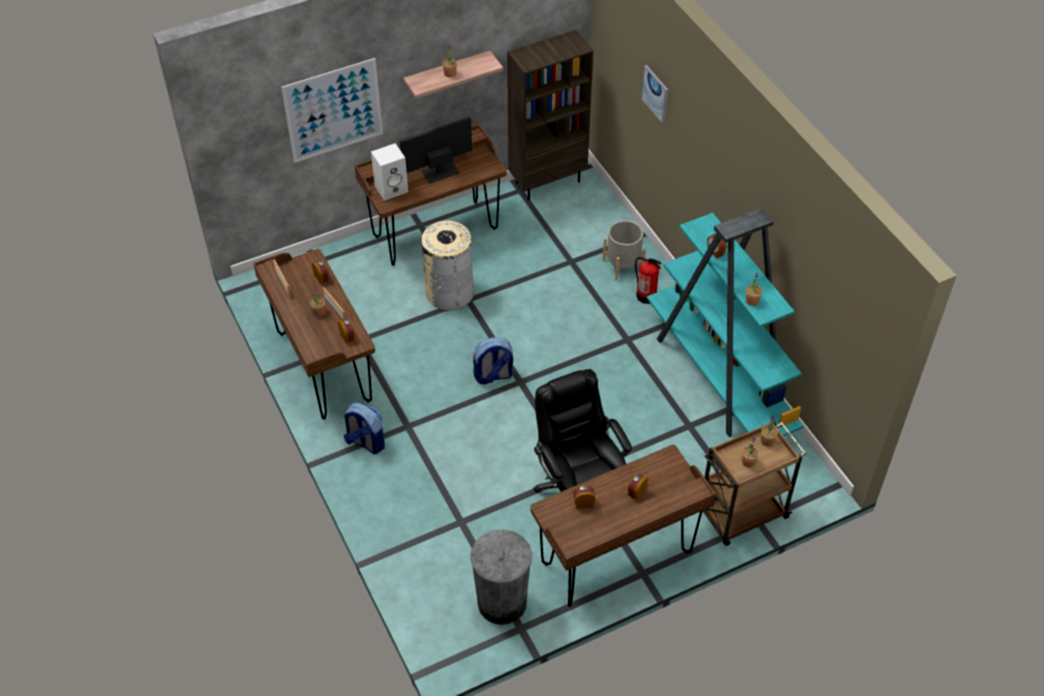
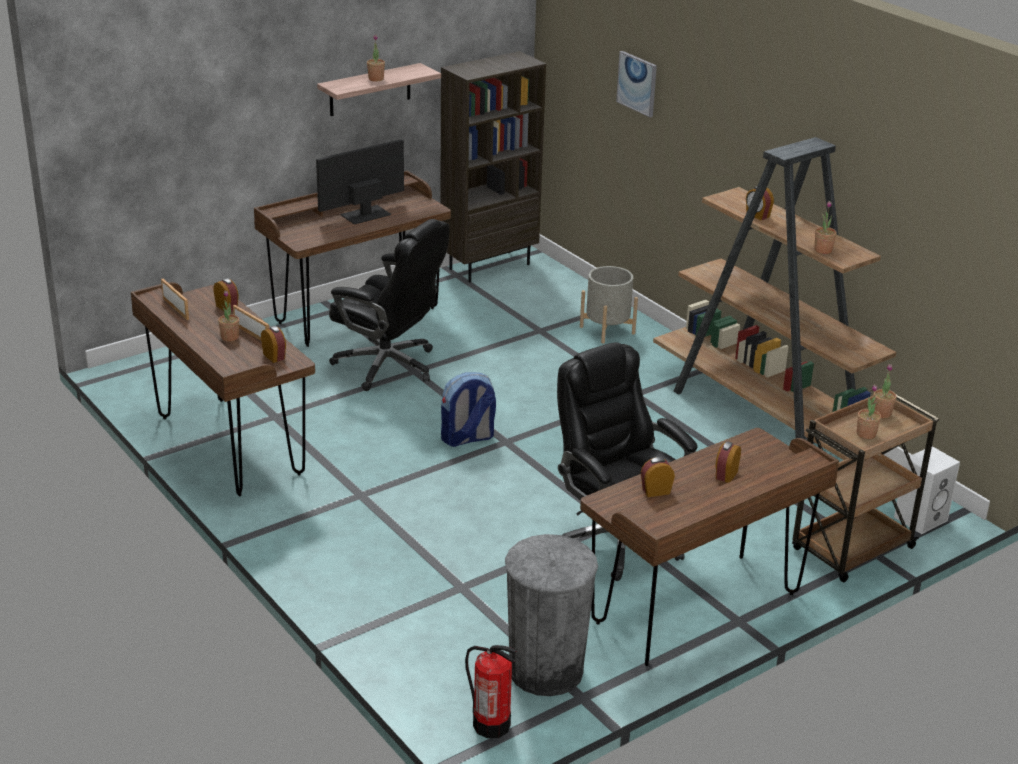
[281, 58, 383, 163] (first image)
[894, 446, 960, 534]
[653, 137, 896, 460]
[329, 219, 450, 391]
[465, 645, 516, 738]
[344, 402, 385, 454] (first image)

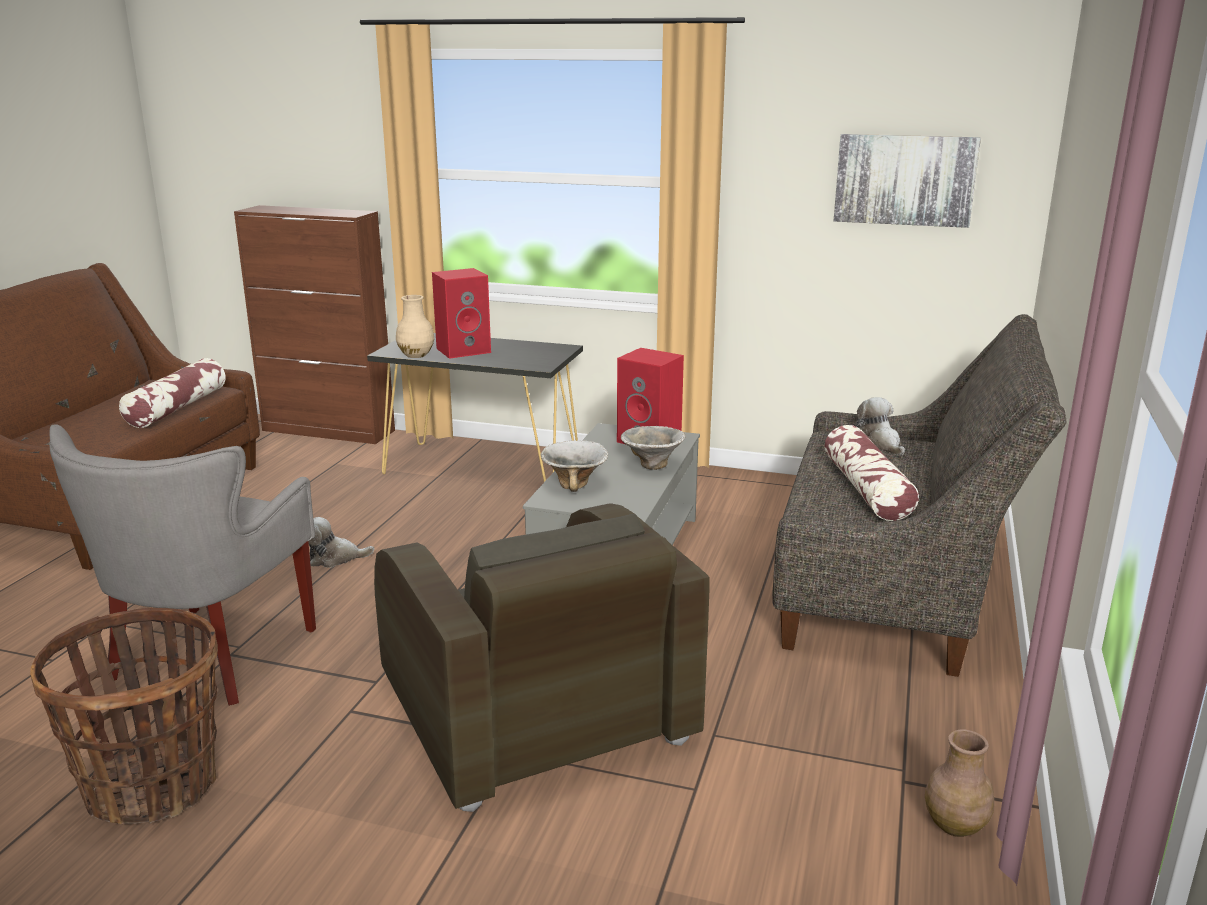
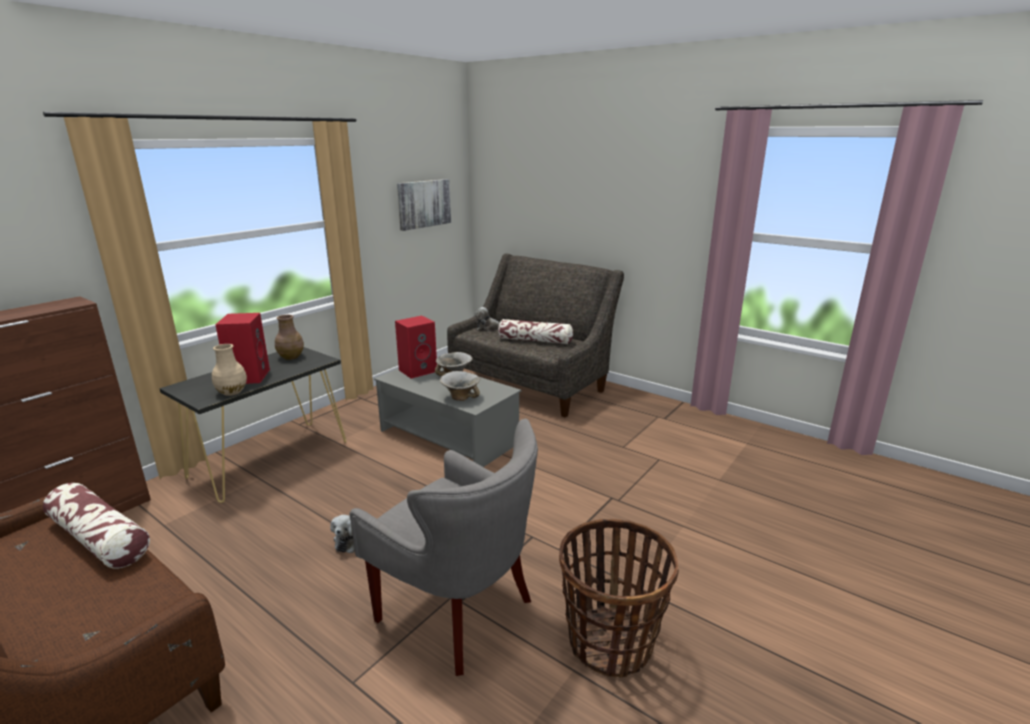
[374, 503, 709, 812] (first image)
[275, 315, 304, 360]

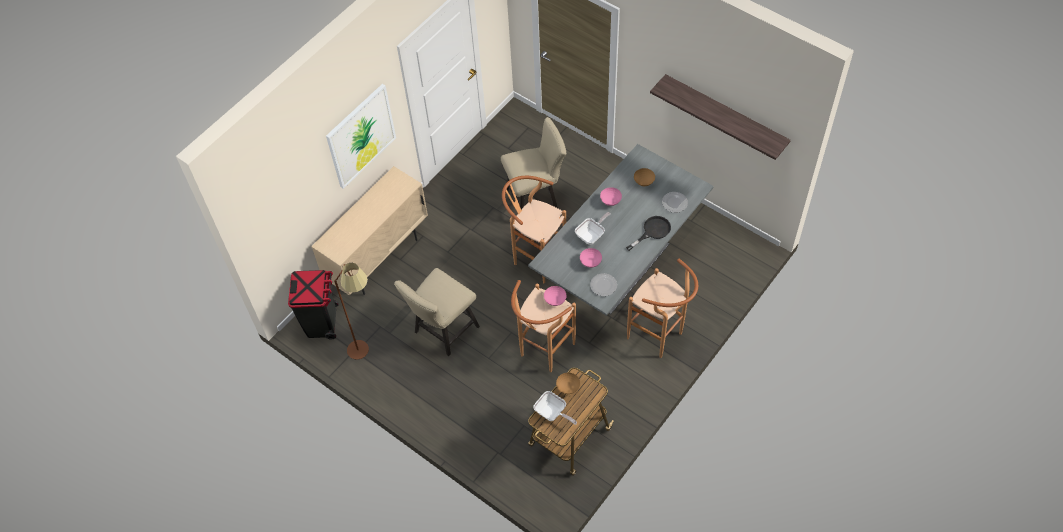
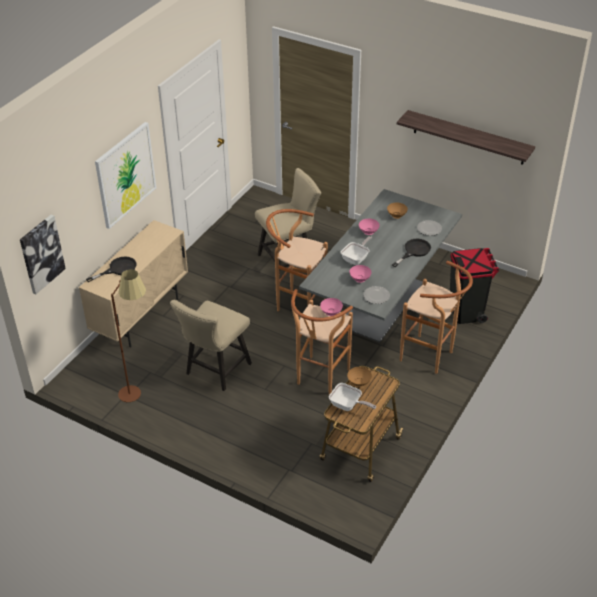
[450, 248, 499, 324]
[20, 214, 66, 294]
[86, 256, 137, 282]

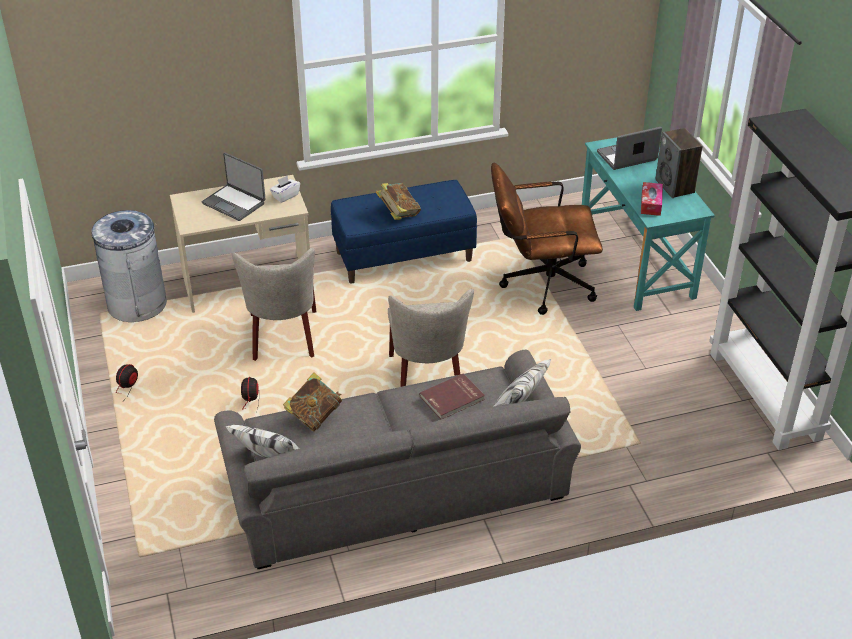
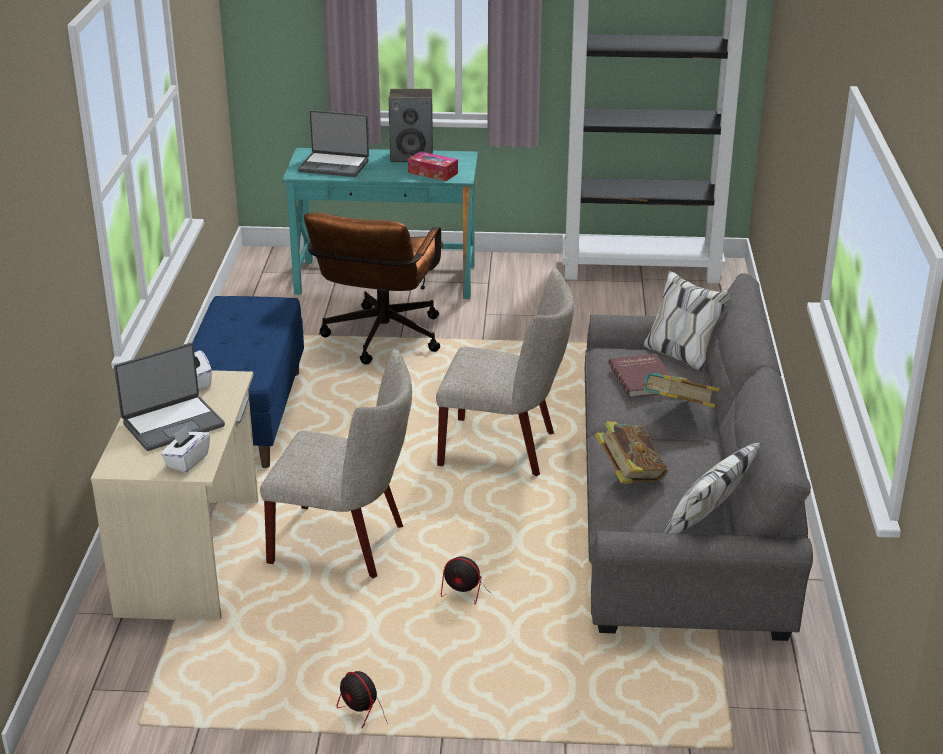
[298, 110, 369, 177]
[641, 373, 719, 408]
[91, 210, 167, 322] (first image)
[161, 425, 210, 473]

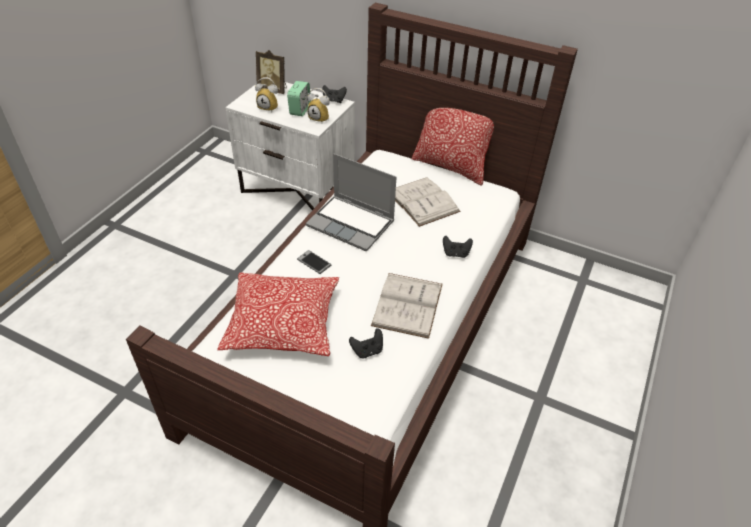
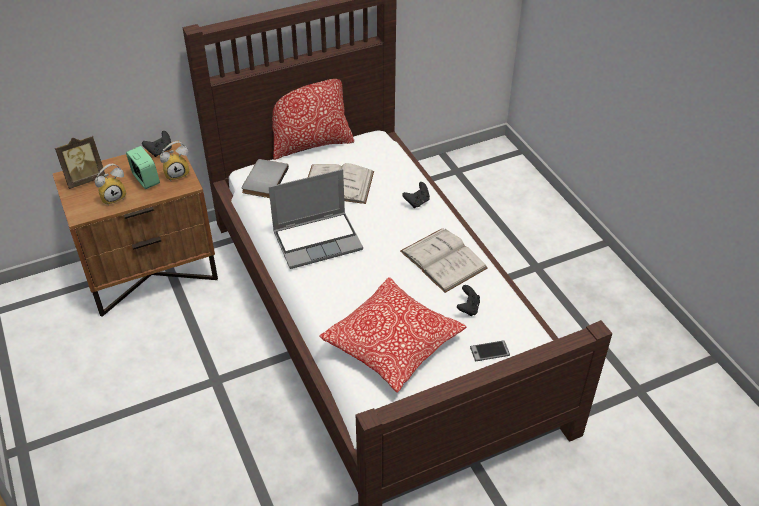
[53, 140, 218, 317]
[470, 340, 510, 361]
[242, 159, 289, 198]

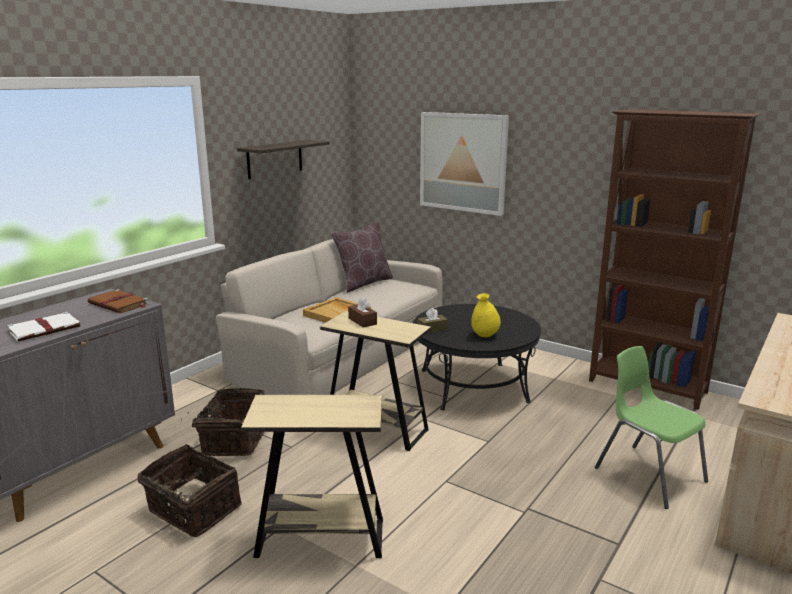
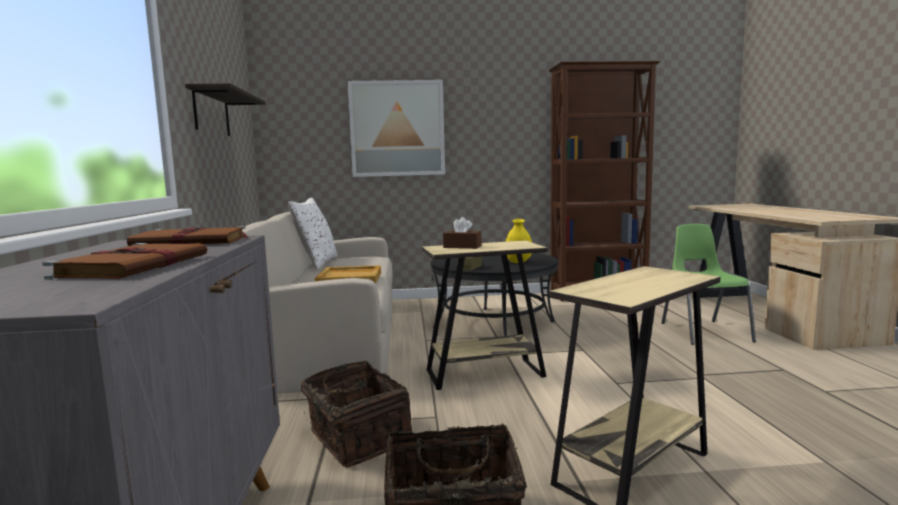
[288, 198, 337, 269]
[42, 243, 207, 279]
[662, 224, 756, 345]

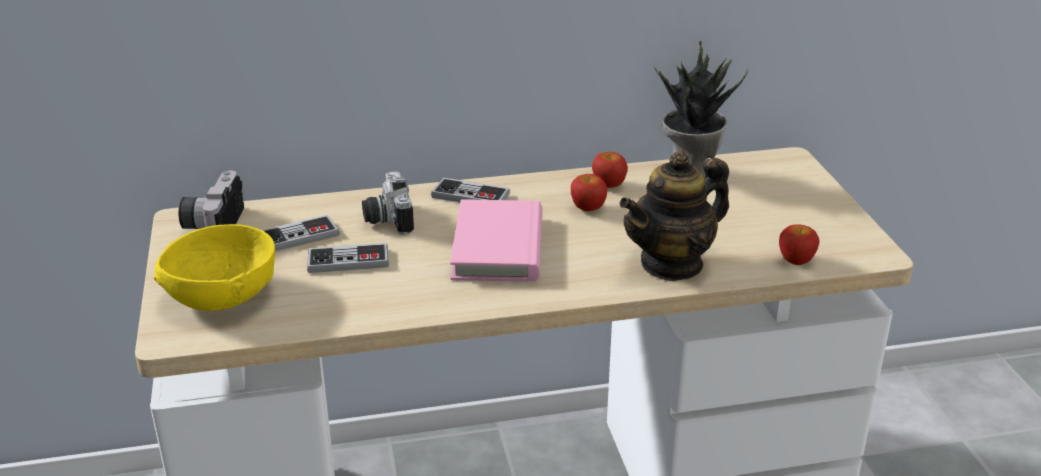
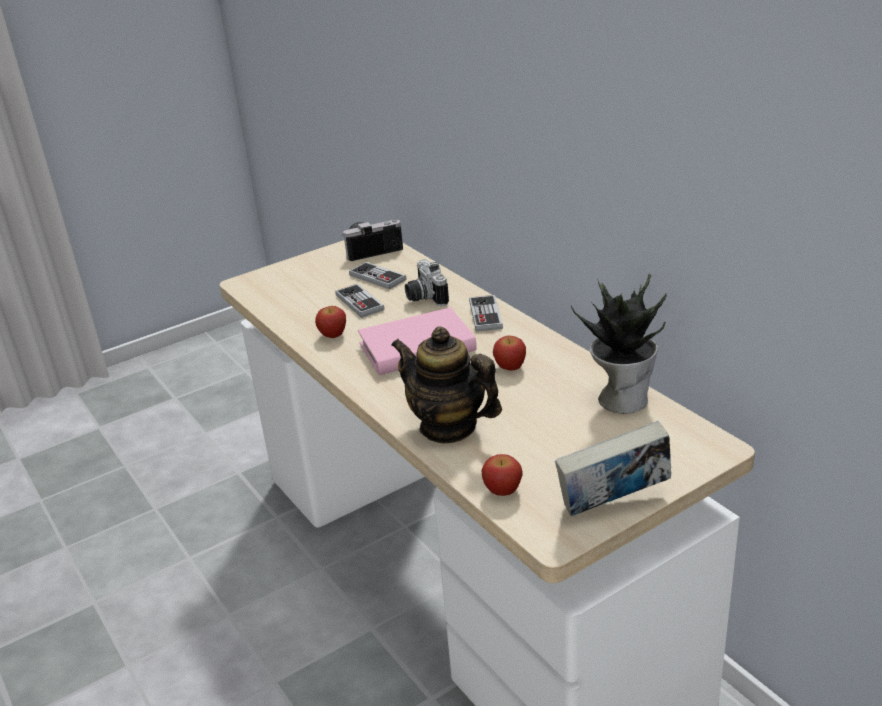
[315, 306, 346, 338]
[405, 260, 449, 306]
[154, 224, 275, 311] (first image)
[555, 421, 671, 516]

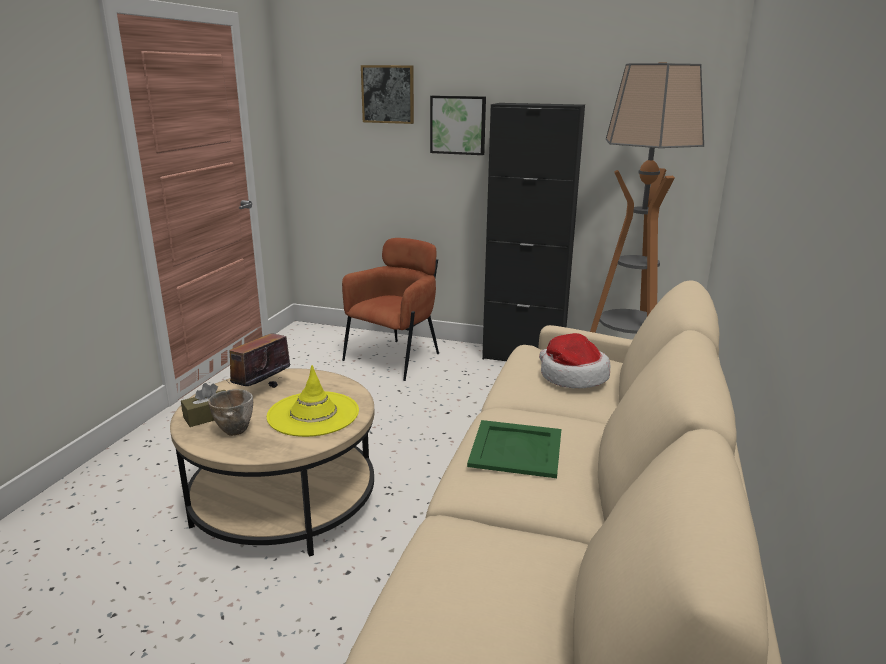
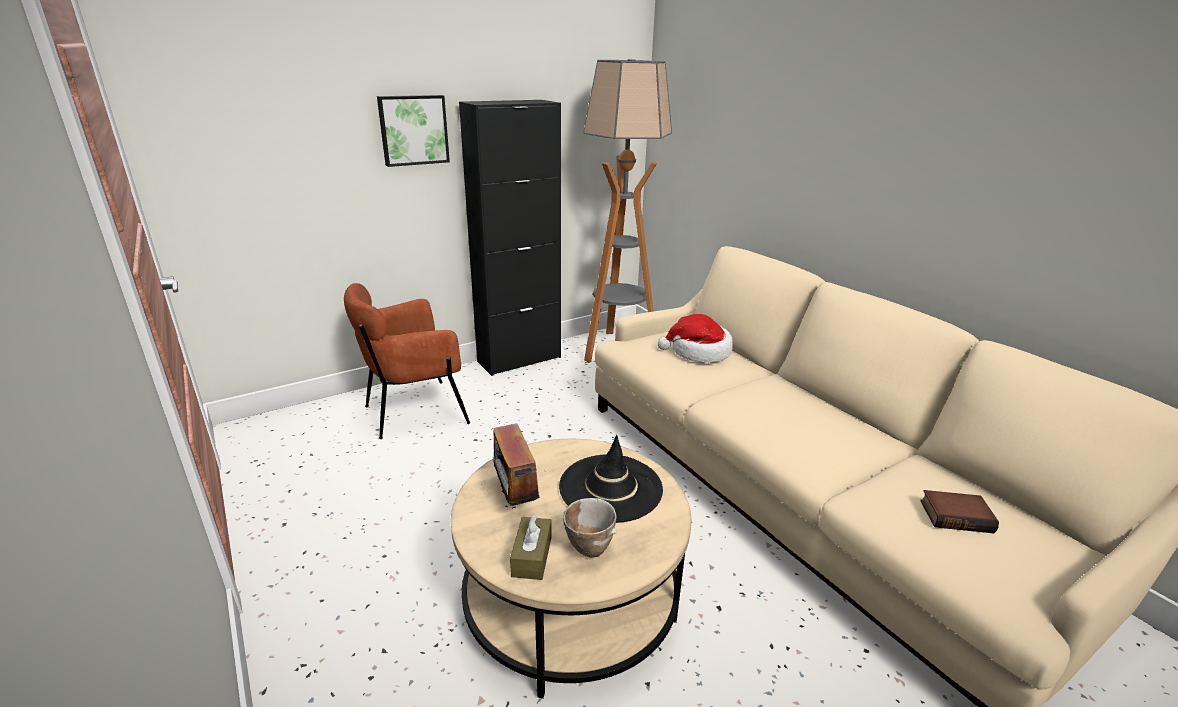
[361, 65, 414, 124] (first image)
[344, 283, 470, 439]
[559, 435, 663, 523]
[467, 420, 561, 478] (first image)
[920, 490, 999, 533]

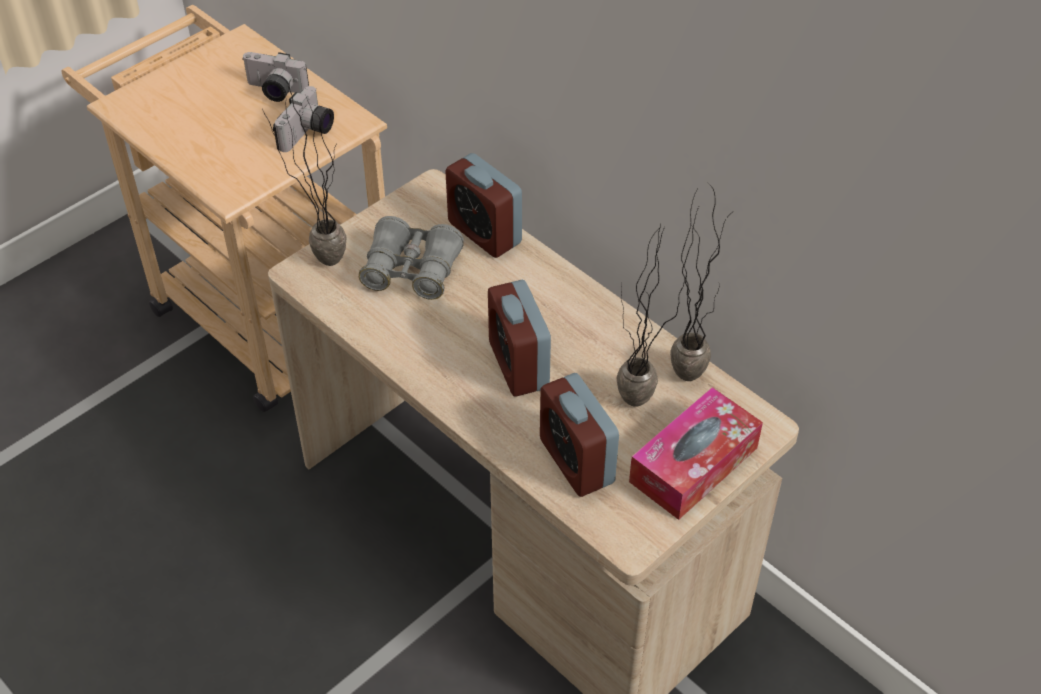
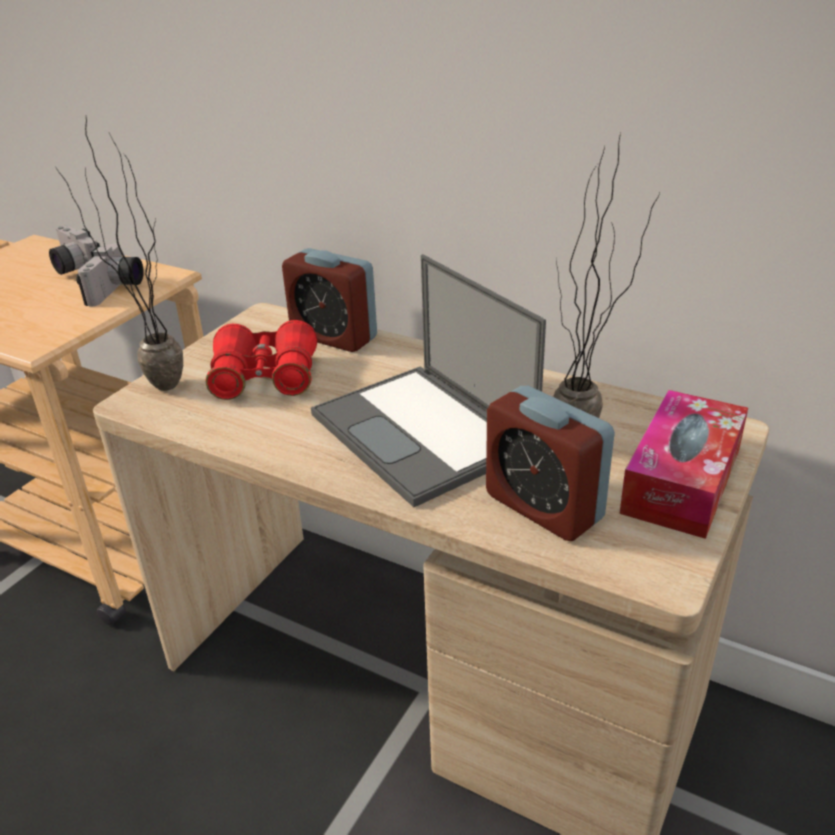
[49, 226, 100, 275]
[670, 183, 734, 381] (first image)
[205, 320, 317, 400]
[311, 254, 546, 507]

